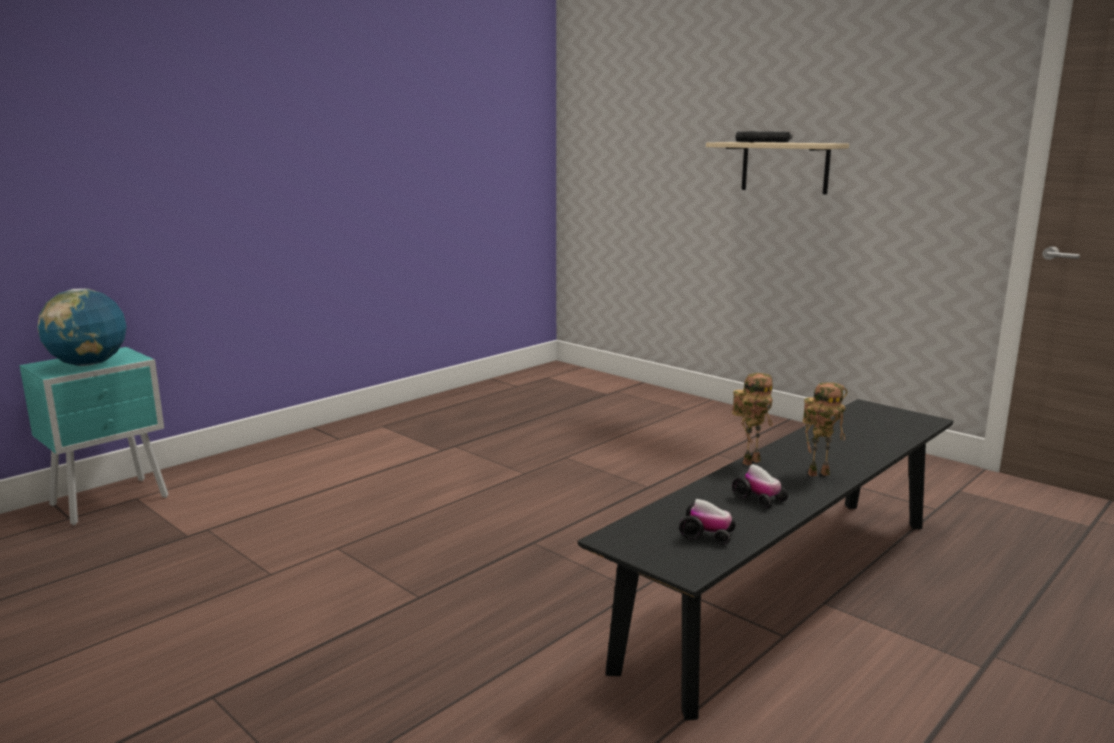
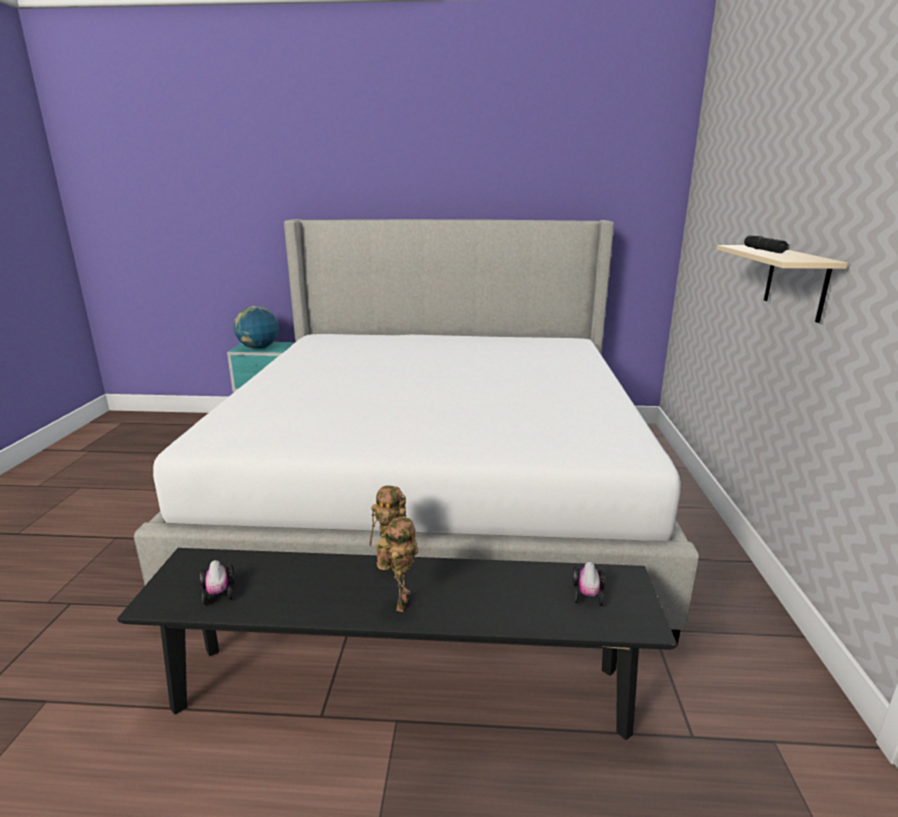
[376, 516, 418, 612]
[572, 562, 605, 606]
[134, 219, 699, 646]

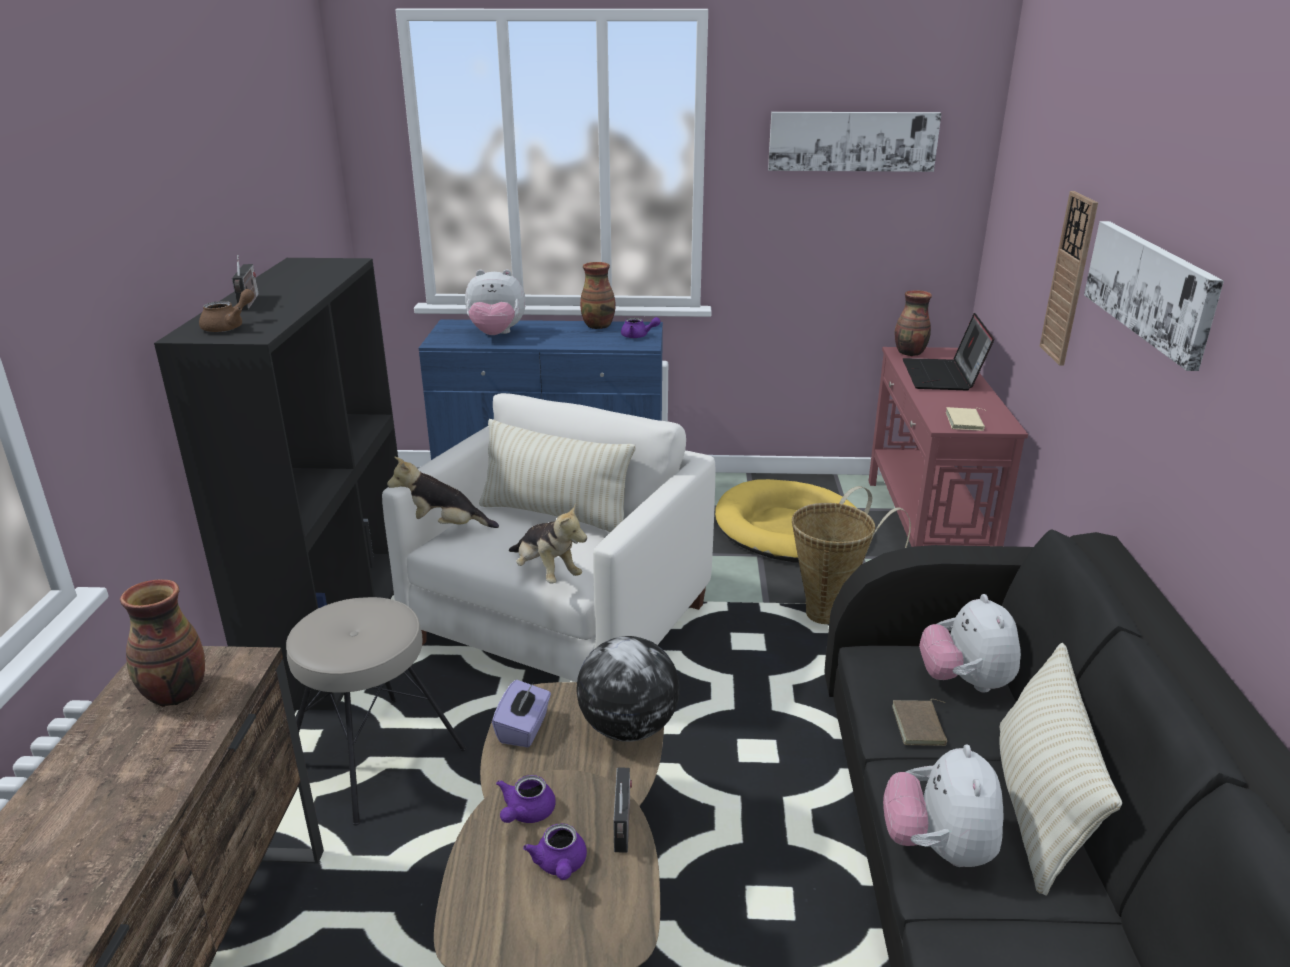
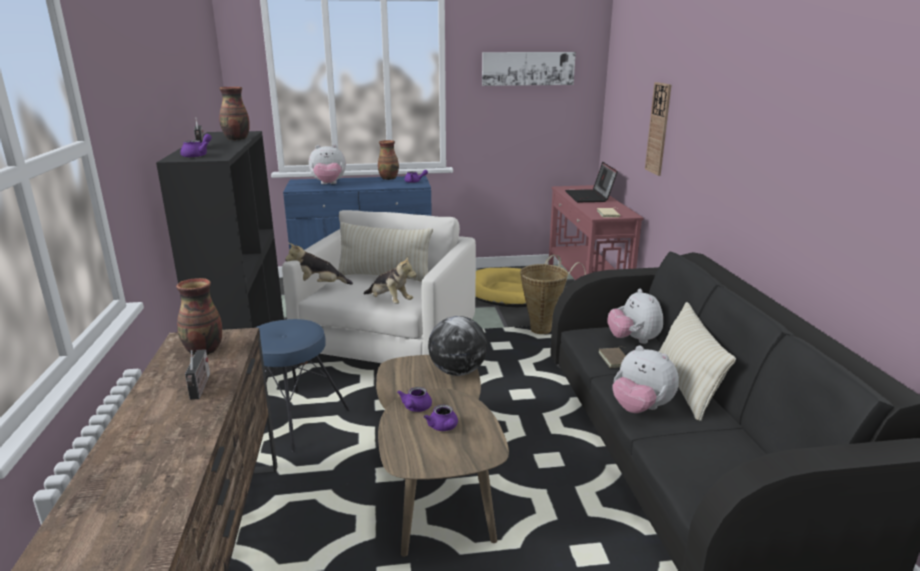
[1084, 221, 1224, 371] (first image)
[180, 134, 212, 158]
[219, 87, 250, 140]
[255, 319, 350, 452]
[492, 680, 551, 748] (first image)
[613, 346, 679, 413]
[185, 349, 210, 400]

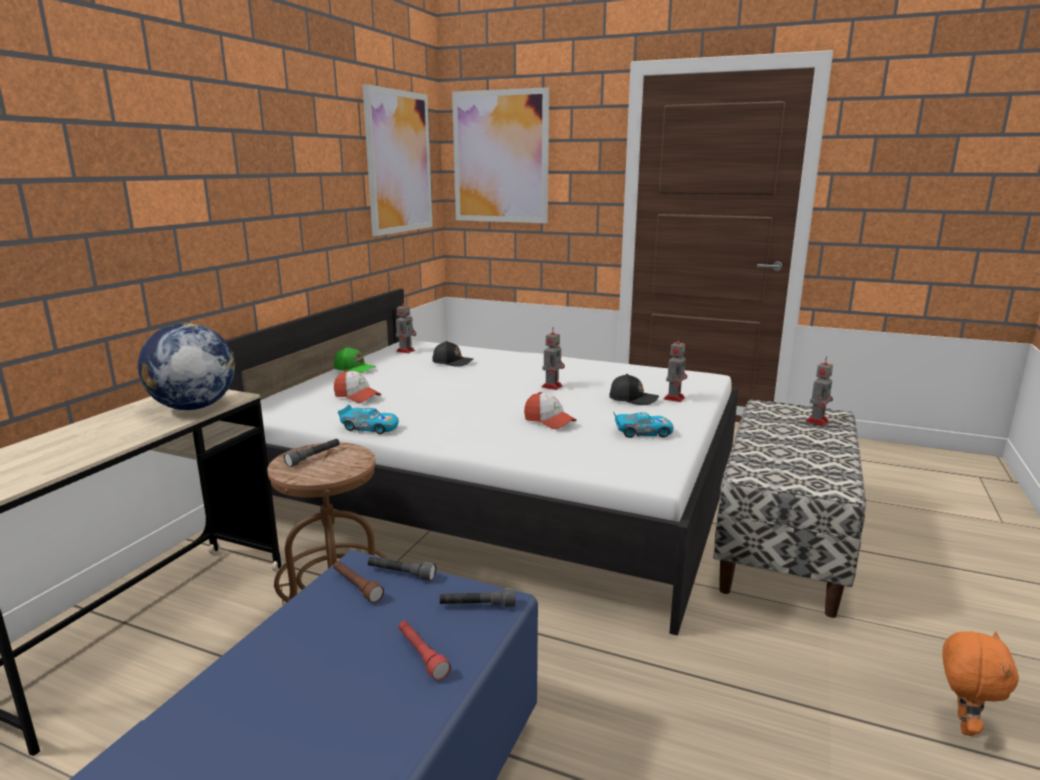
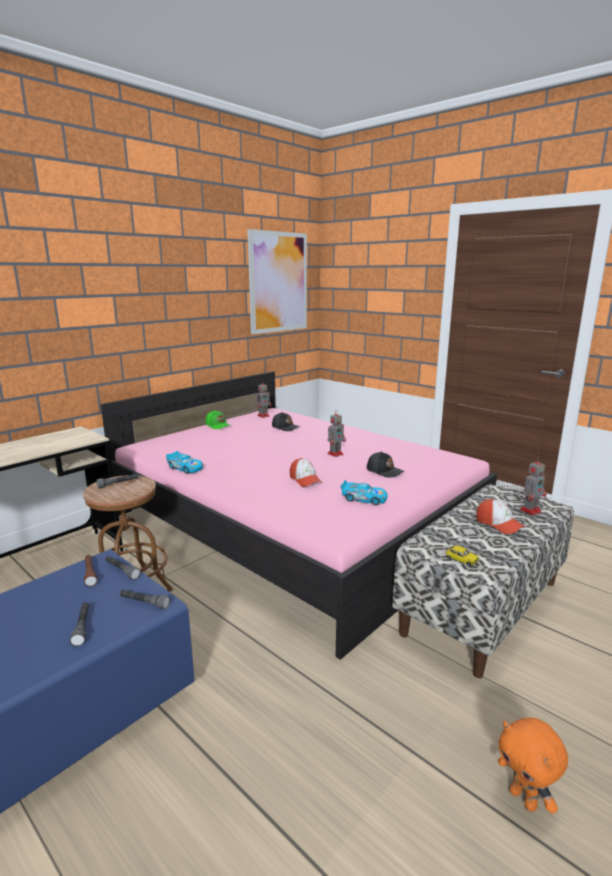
[452, 87, 549, 223] (first image)
[101, 371, 497, 660]
[138, 323, 235, 410] (first image)
[664, 336, 687, 402] (first image)
[476, 499, 525, 534]
[70, 602, 89, 646]
[498, 717, 568, 814]
[446, 545, 479, 567]

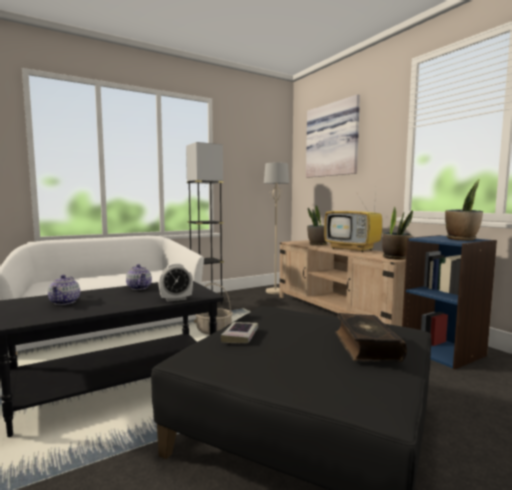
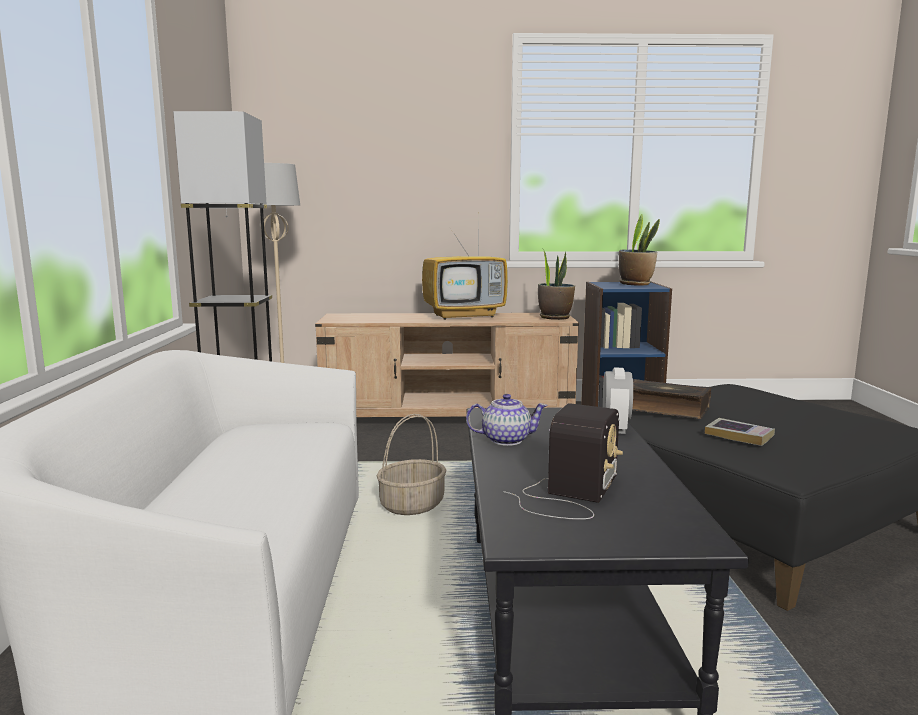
[306, 94, 360, 178] (first image)
[307, 205, 327, 245] (first image)
[504, 403, 623, 520]
[632, 379, 711, 419]

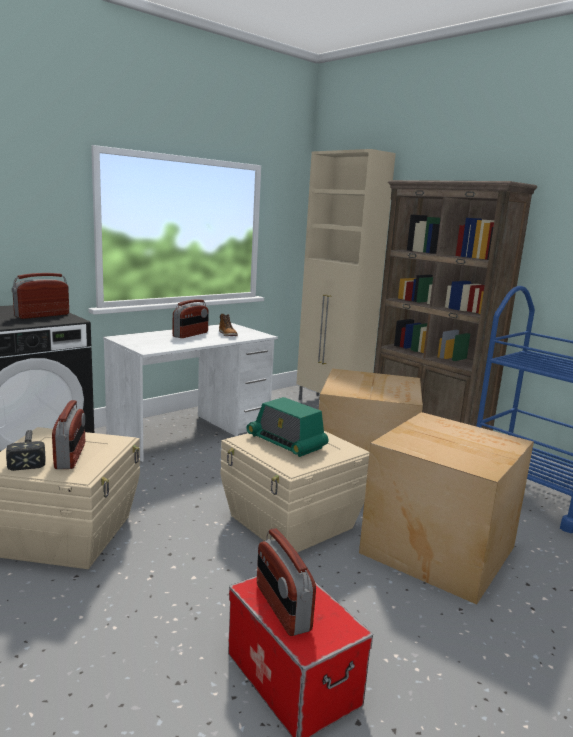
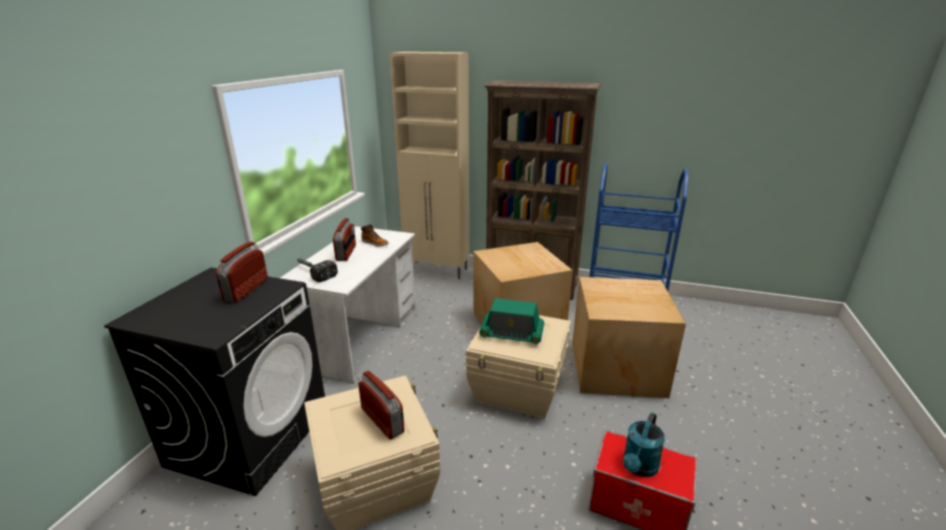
[298, 258, 338, 282]
[623, 412, 665, 477]

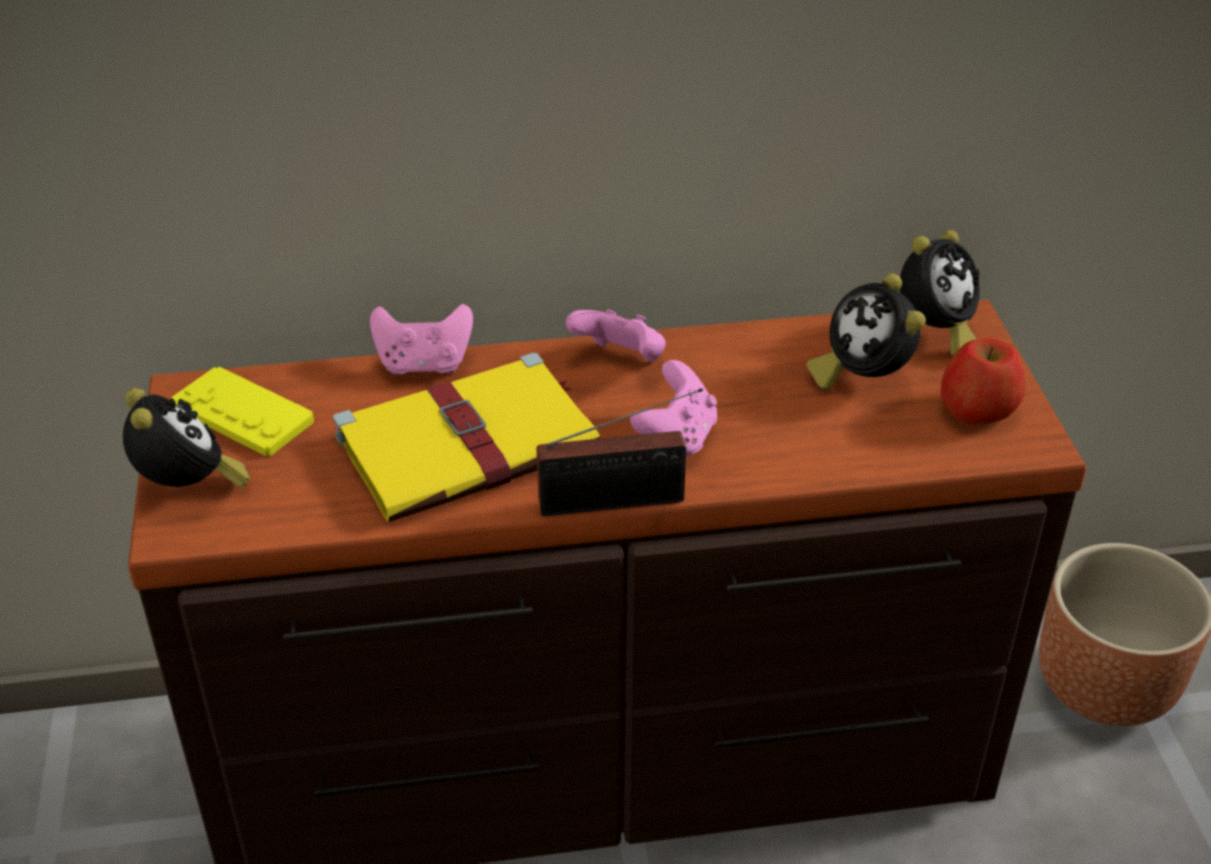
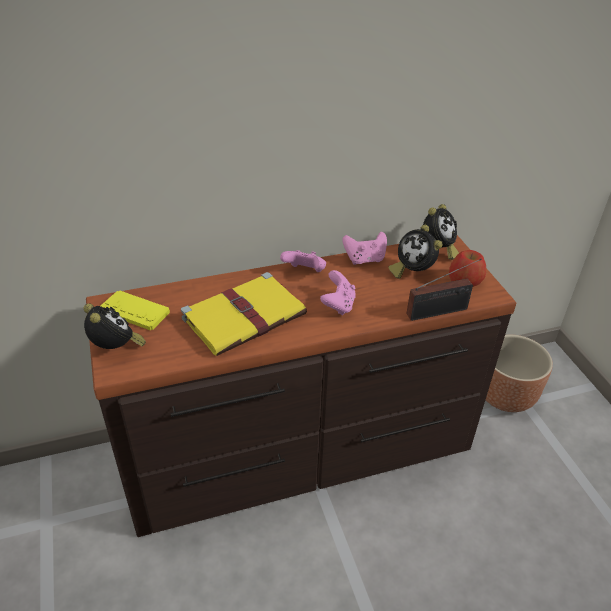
[342, 232, 387, 265]
[407, 259, 482, 321]

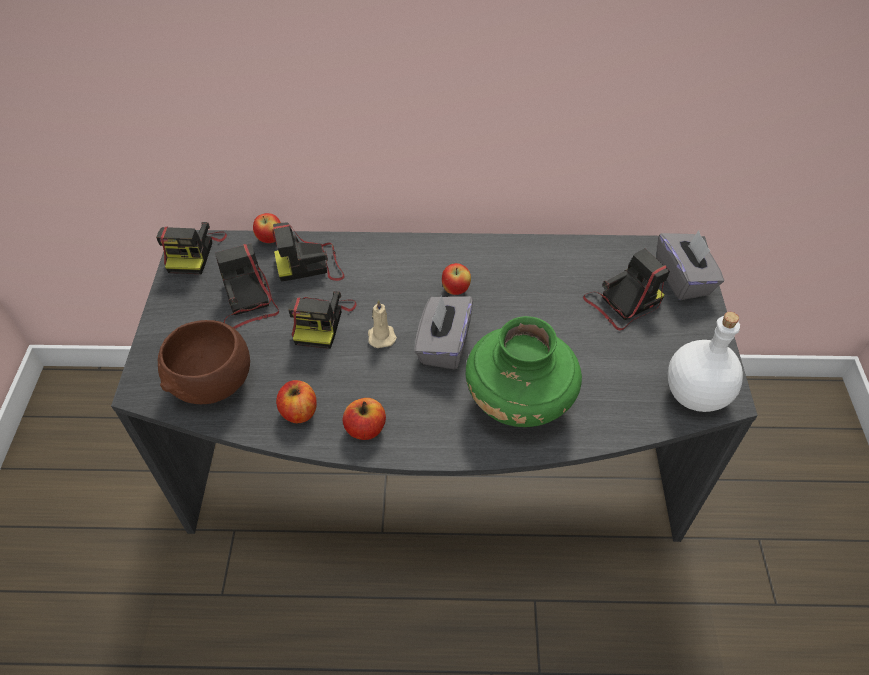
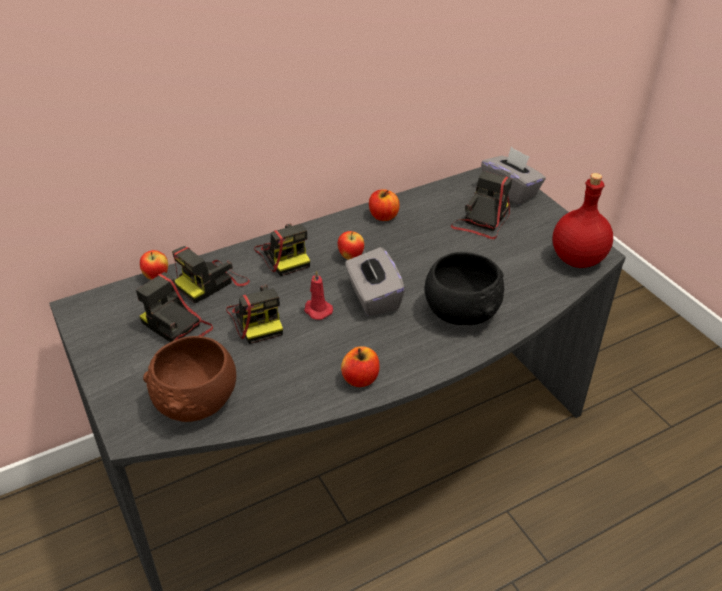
[254, 223, 310, 276]
[304, 270, 333, 320]
[553, 173, 613, 268]
[425, 252, 504, 325]
[369, 190, 399, 221]

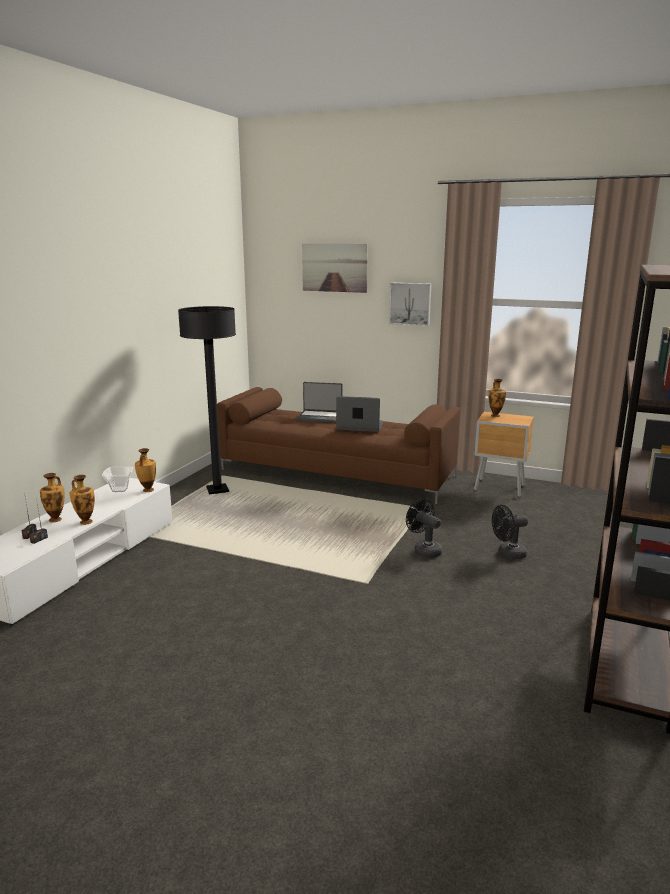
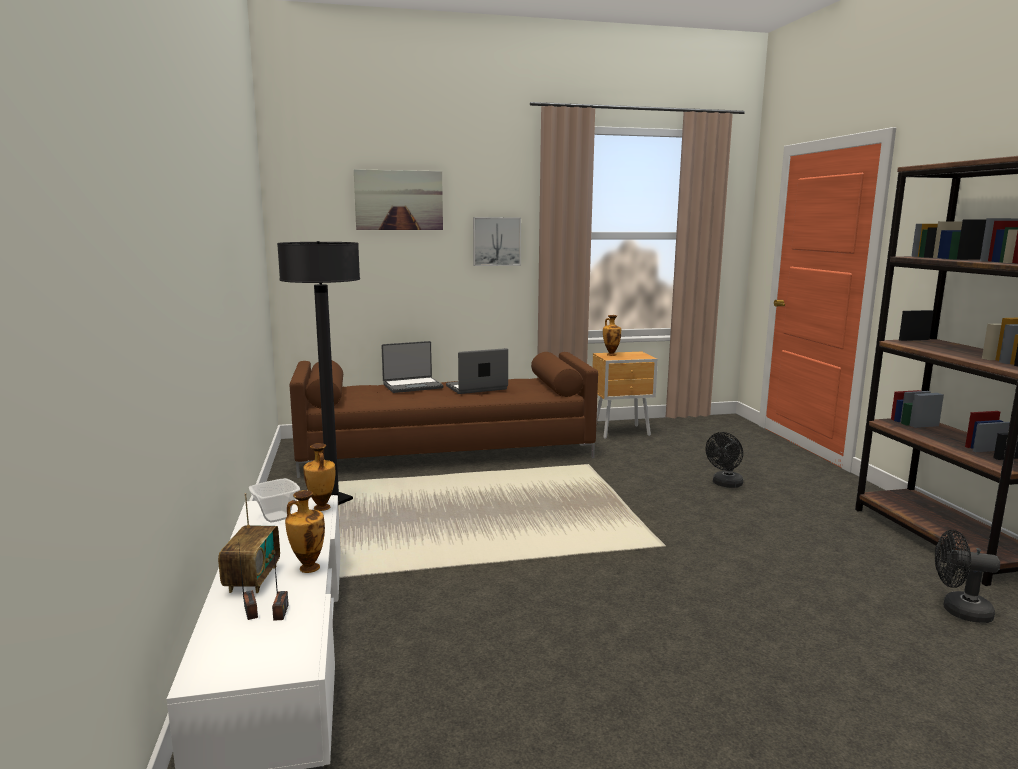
[218, 493, 280, 593]
[935, 530, 1000, 623]

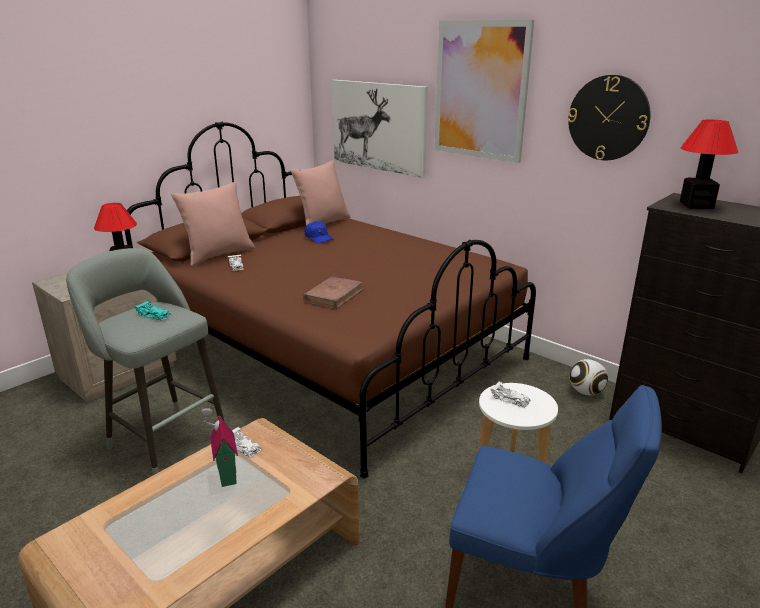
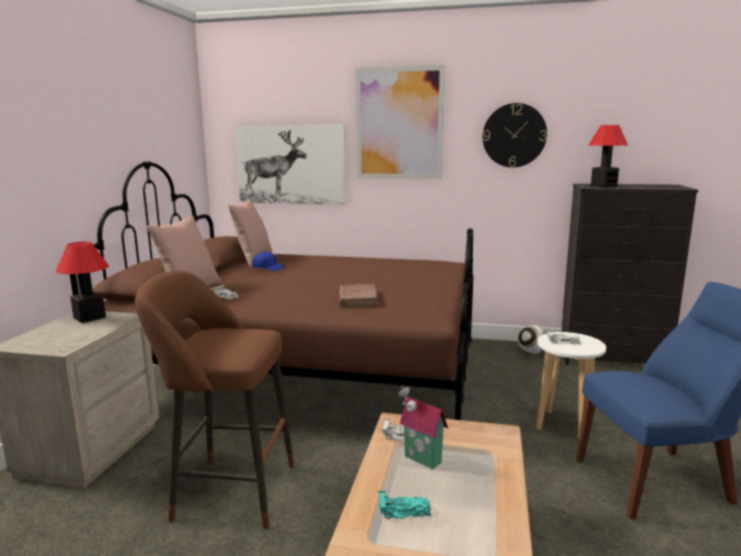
[135, 270, 295, 529]
[378, 491, 431, 519]

